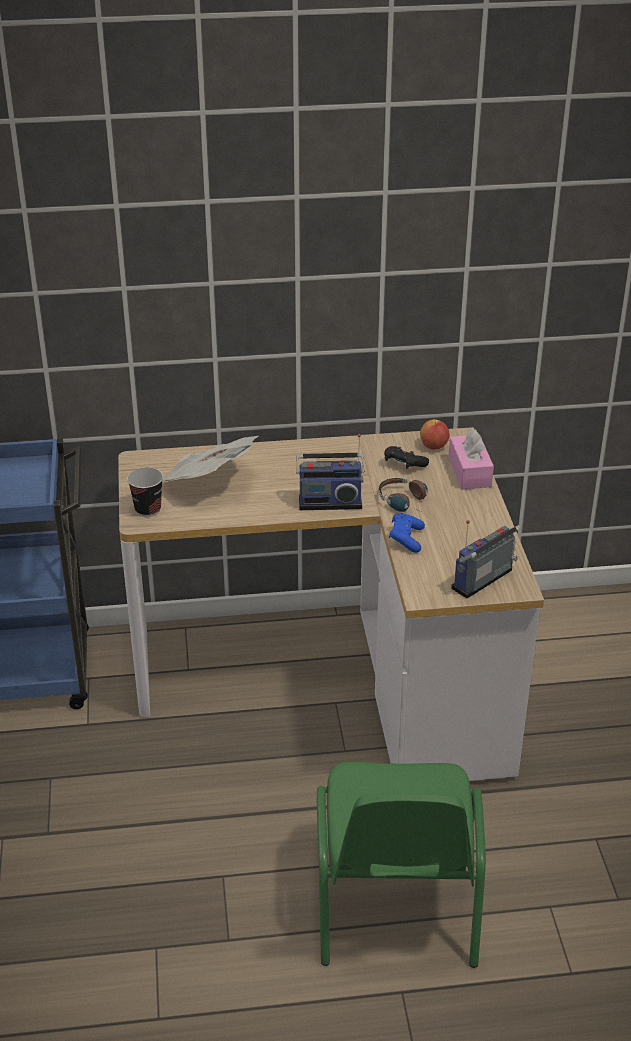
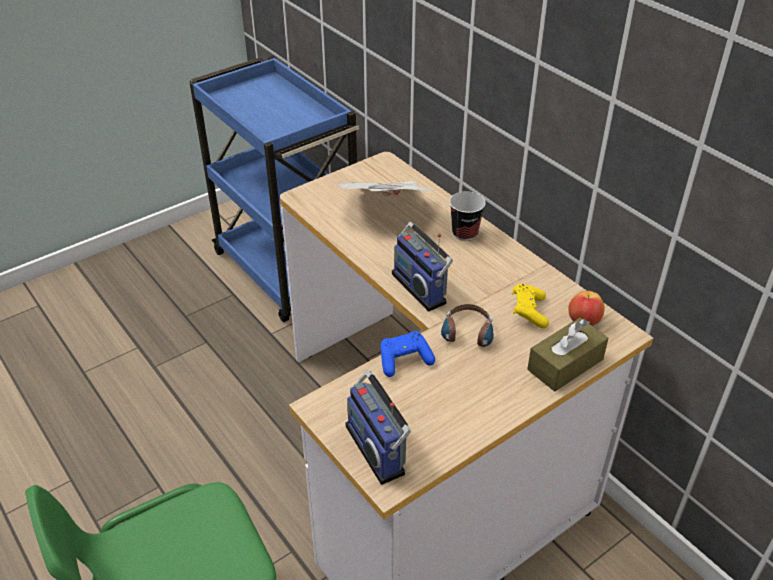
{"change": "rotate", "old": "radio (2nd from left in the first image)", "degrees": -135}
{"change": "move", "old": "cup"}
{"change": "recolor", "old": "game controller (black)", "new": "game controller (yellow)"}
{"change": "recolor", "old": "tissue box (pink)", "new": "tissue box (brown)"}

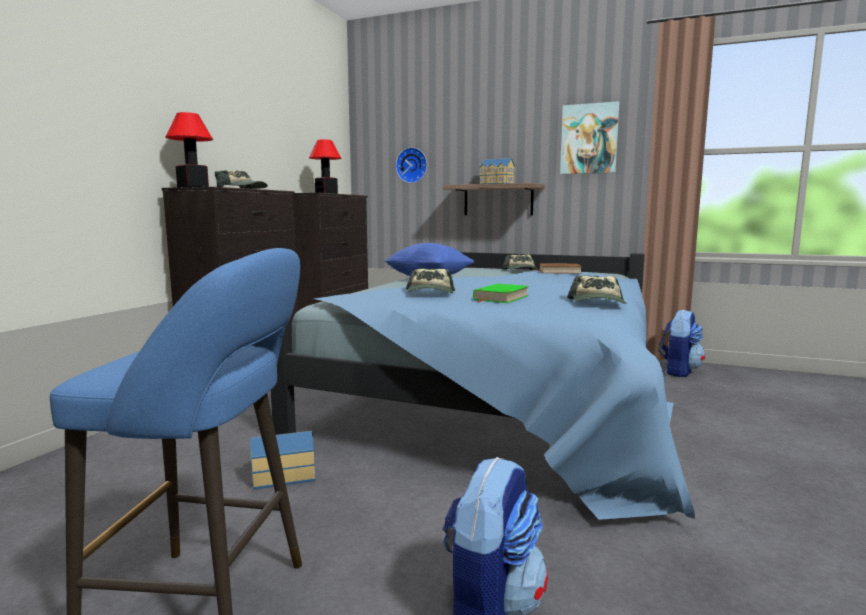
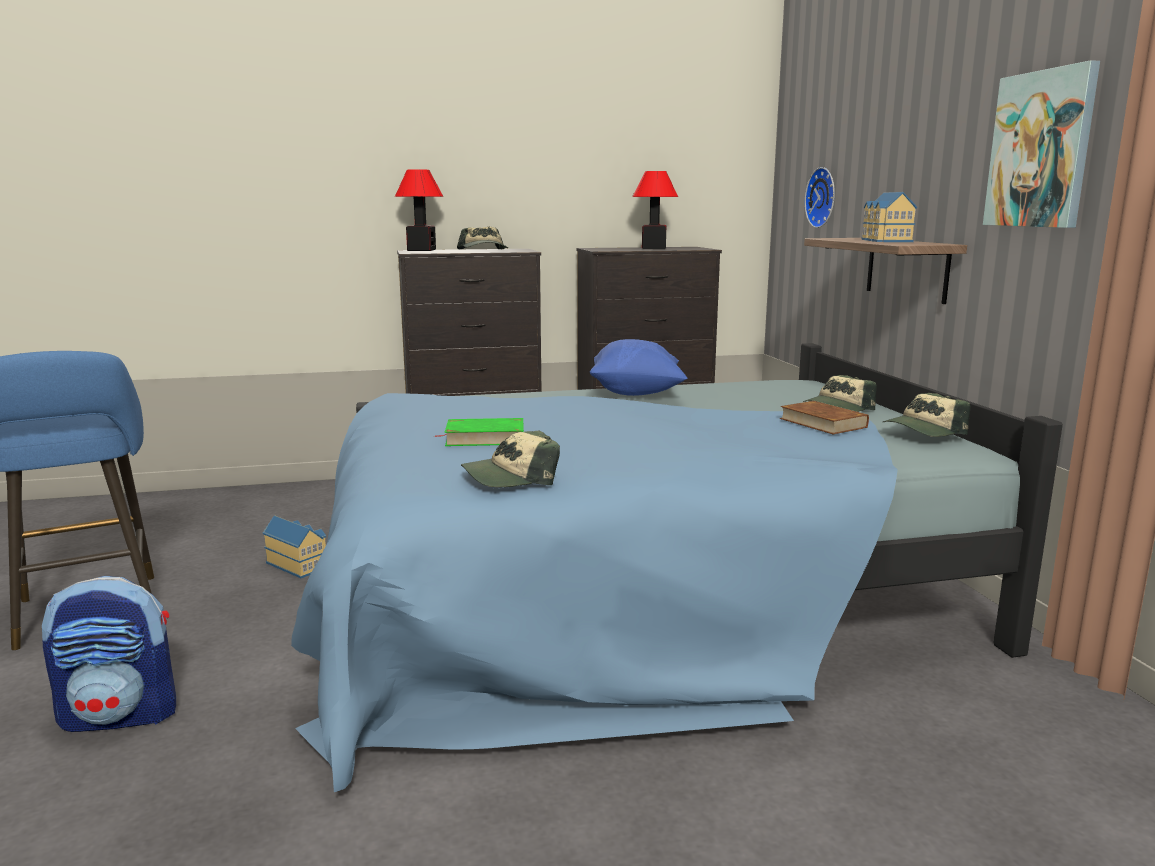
{"change": "move", "old": "cap (2nd from left in the first image)", "new": "cap (4th from left)"}
{"change": "delete", "old": "backpack (2nd from left)"}

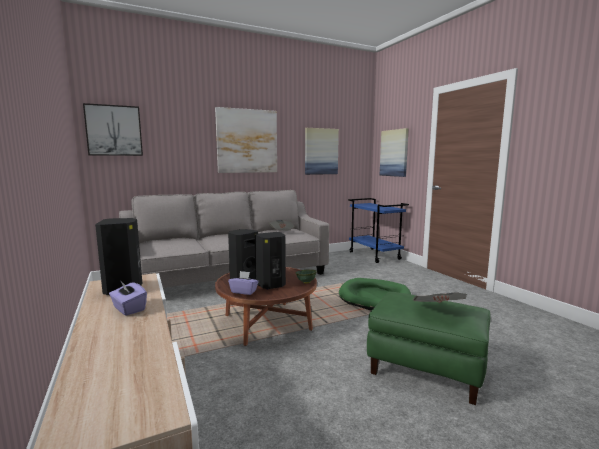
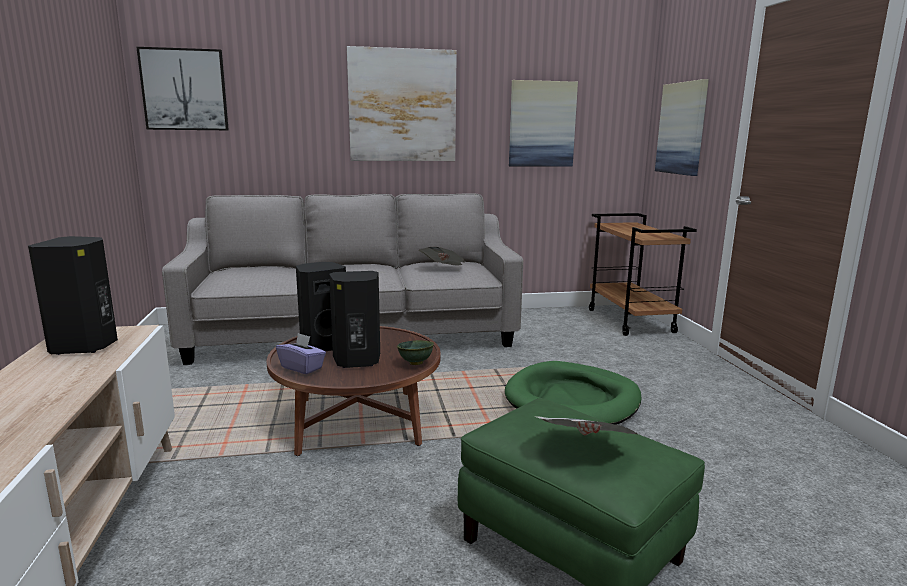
{"change": "recolor", "old": "cart (blue)", "new": "cart (brown)"}
{"change": "delete", "old": "tissue box (purple) (1st from left)"}

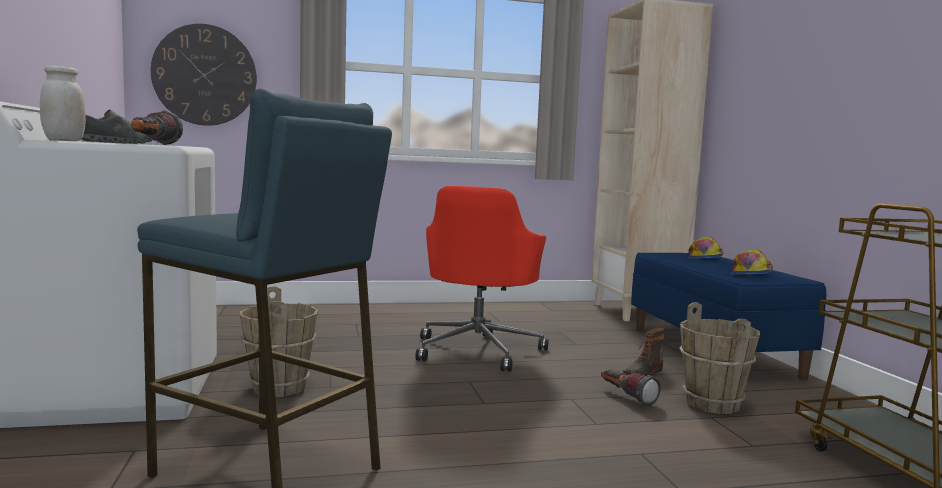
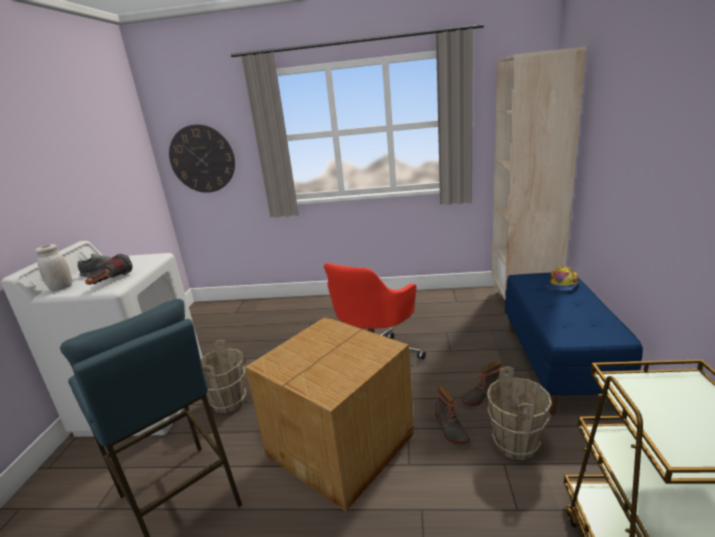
{"change": "insert", "new": "cardboard box"}
{"change": "replace", "old": "flashlight (2nd from left)", "new": "boot (1st from left)"}
{"change": "delete", "old": "cap (2nd from left)"}

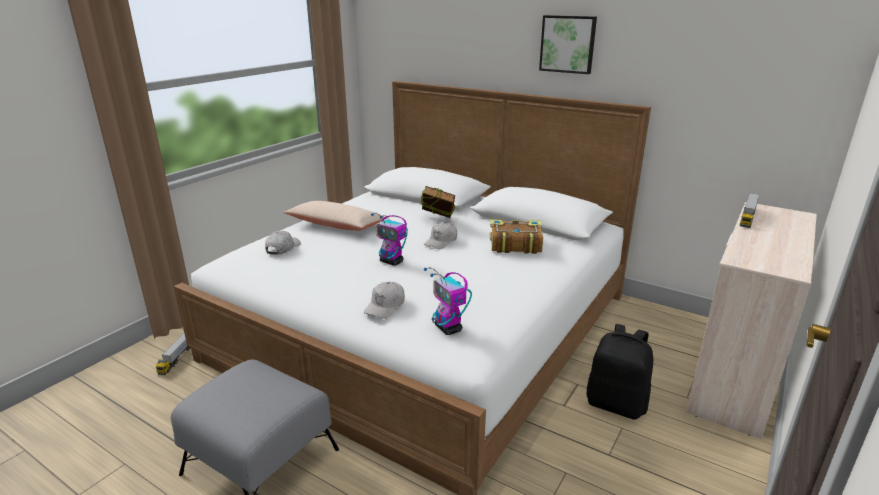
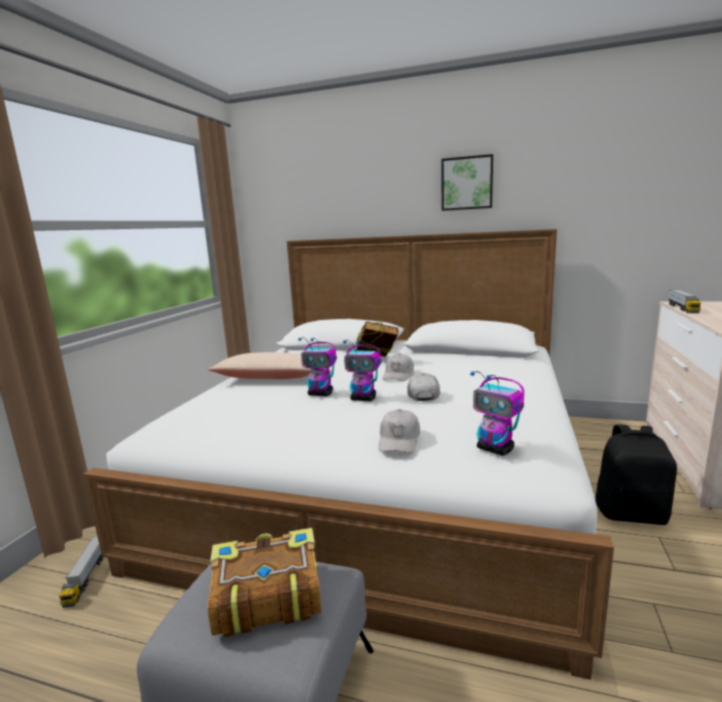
{"change": "move", "old": "book (2nd from left in the first image)", "new": "book (1st from left)"}
{"change": "insert", "new": "toy robot (1st from left)"}
{"change": "move", "old": "cap (white) (1st from left in the first image)", "new": "cap (white) (3rd from left)"}

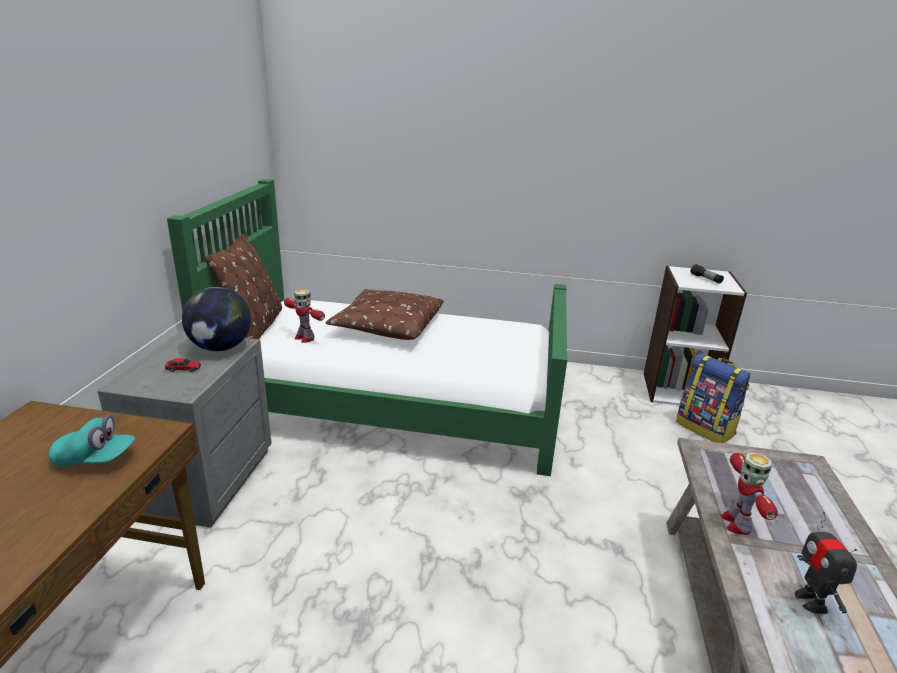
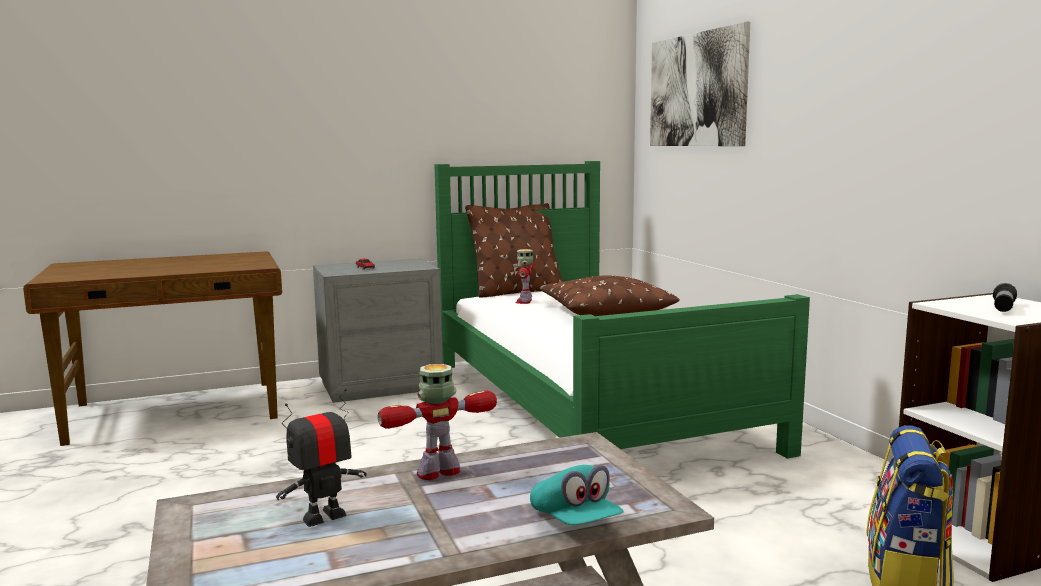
{"change": "move", "old": "cap (turquoise)"}
{"change": "insert", "new": "picture"}
{"change": "delete", "old": "globe"}

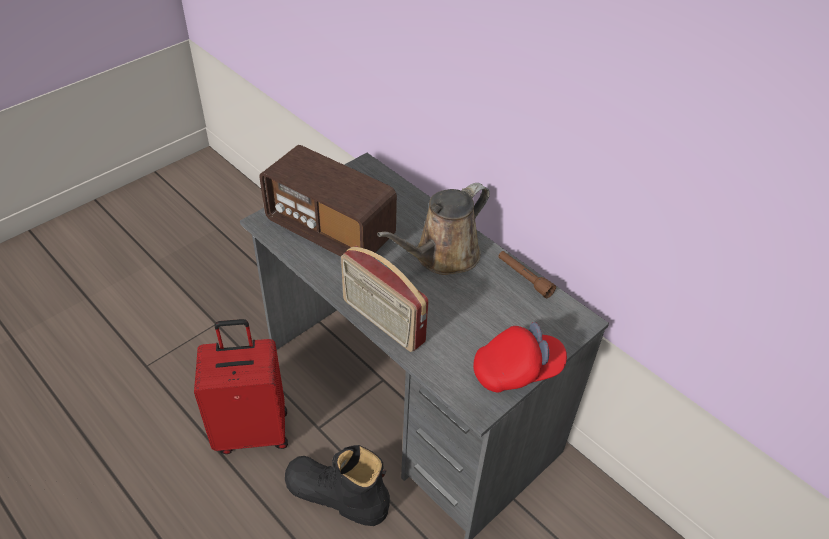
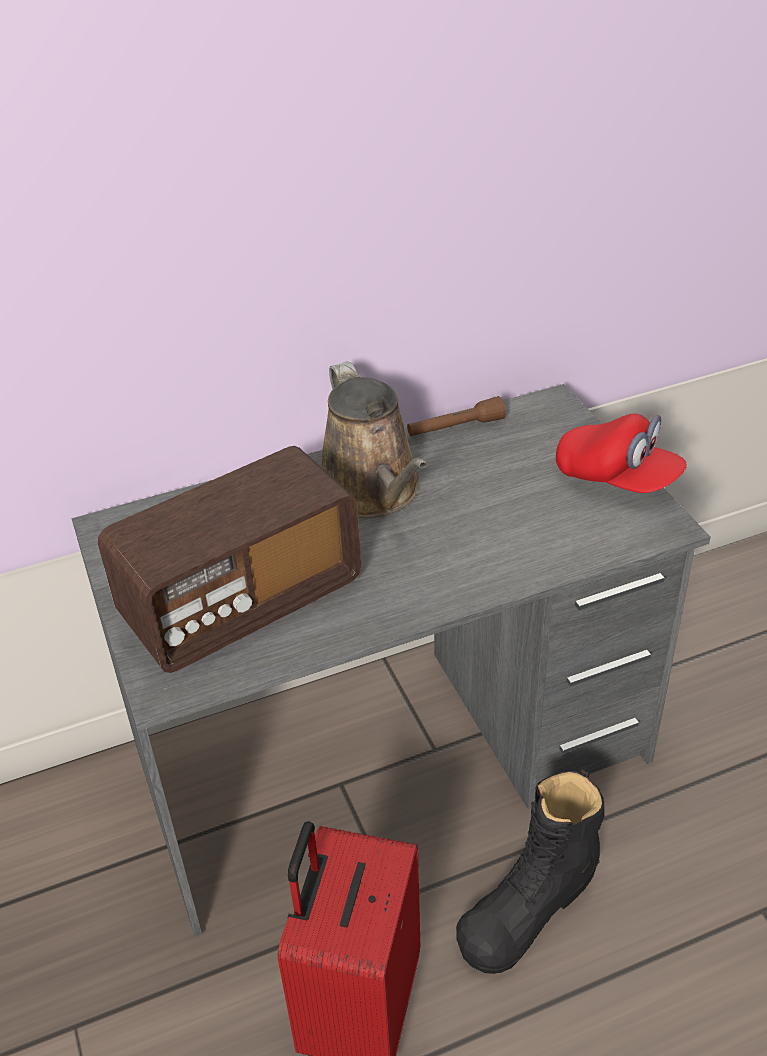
{"change": "rotate", "old": "cap (red)", "degrees": 120}
{"change": "delete", "old": "radio (2nd from left)"}

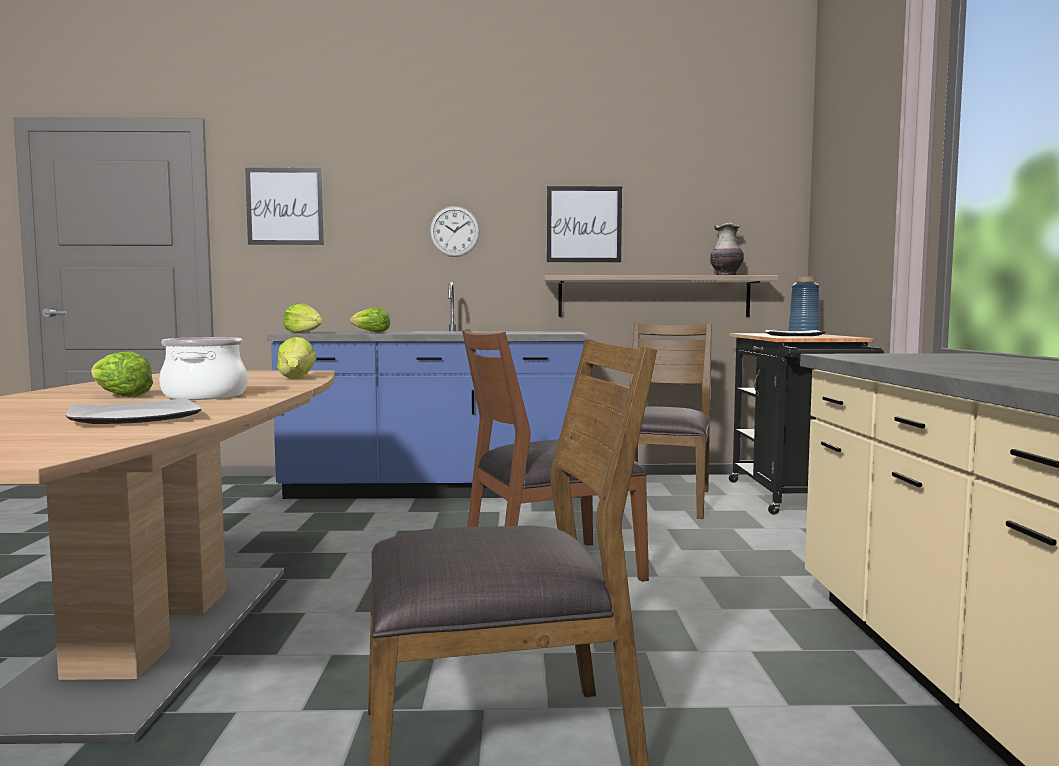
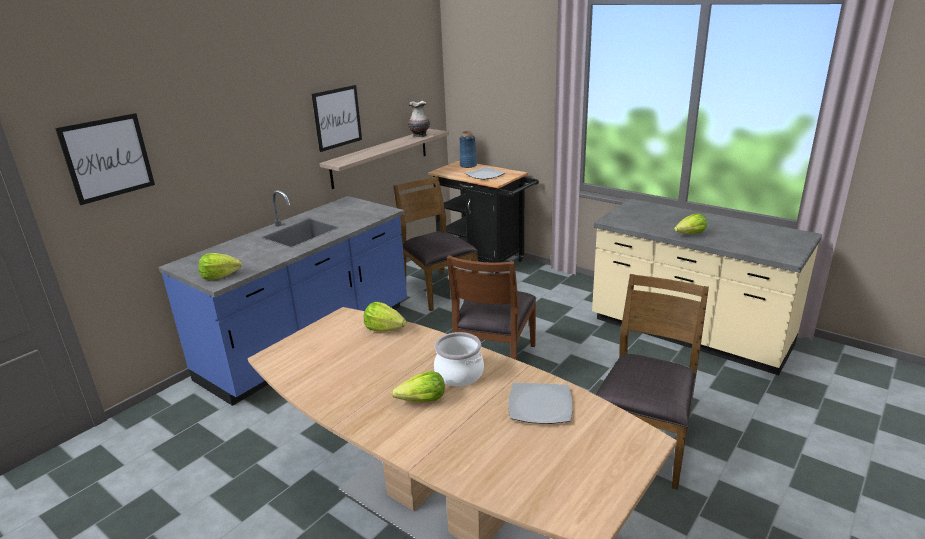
{"change": "move", "old": "lettuce (4th from left)"}
{"change": "delete", "old": "wall clock"}

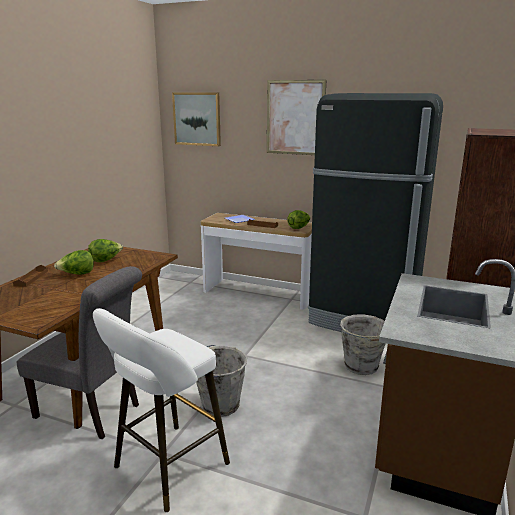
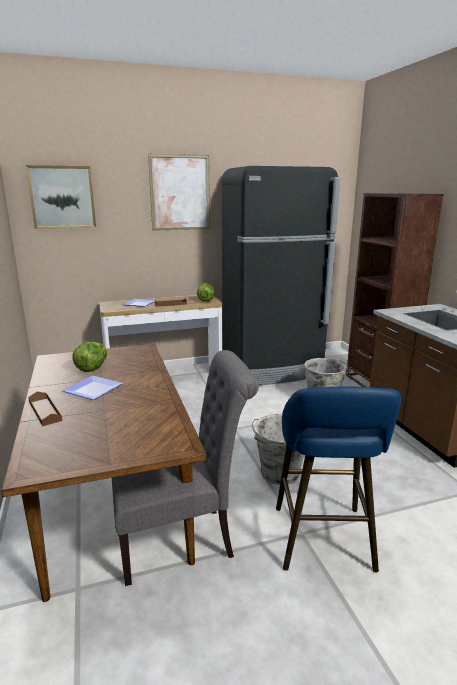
{"change": "replace", "old": "lettuce (1st from left)", "new": "plate (1st from left)"}
{"change": "recolor", "old": "stool (white)", "new": "stool (blue)"}

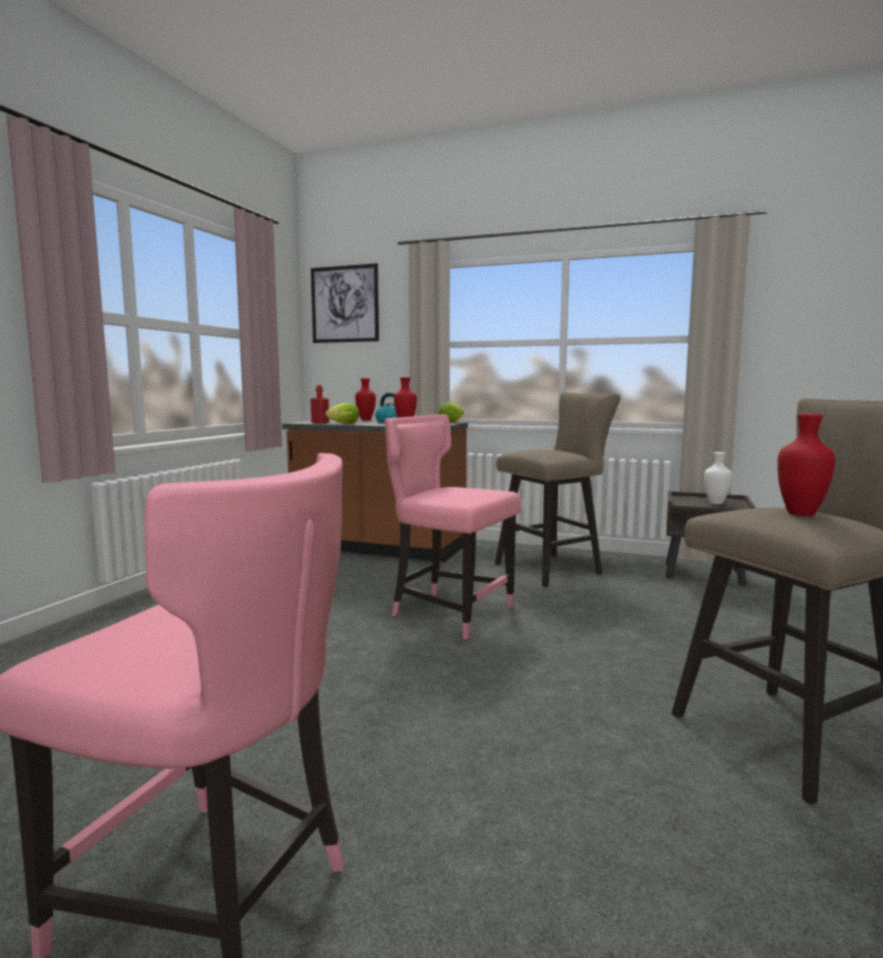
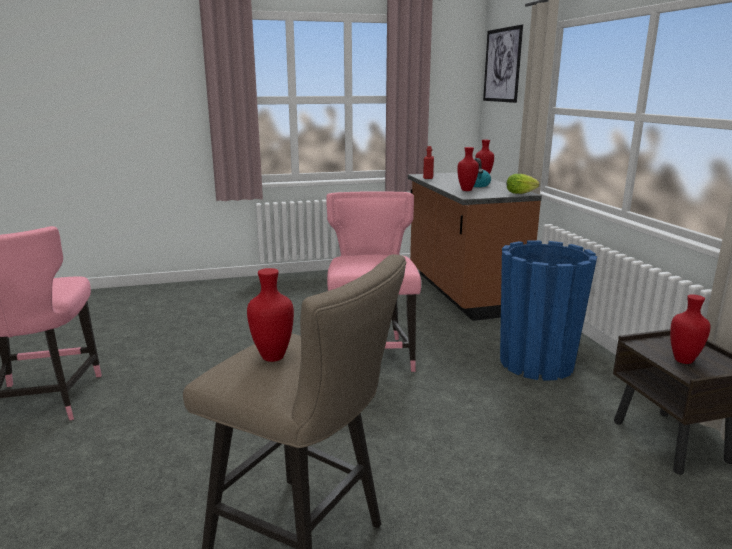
{"change": "replace", "old": "stool (beige) (1st from left)", "new": "planter (blue)"}
{"change": "recolor", "old": "vase (white)", "new": "vase (red) (4th from left)"}
{"change": "delete", "old": "lettuce (1st from left)"}

